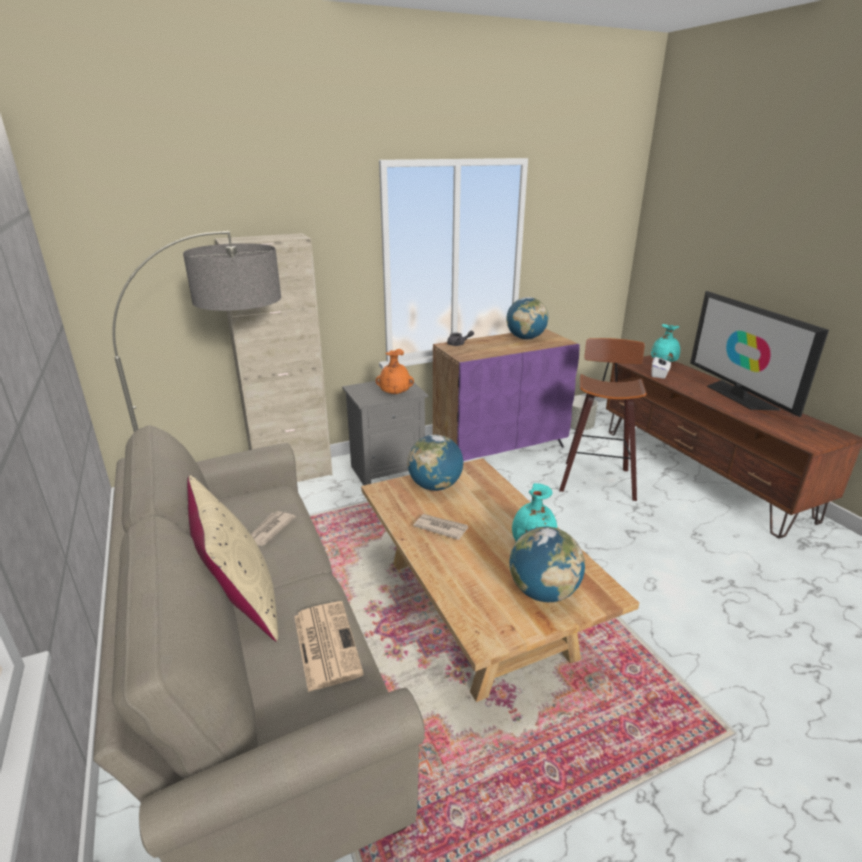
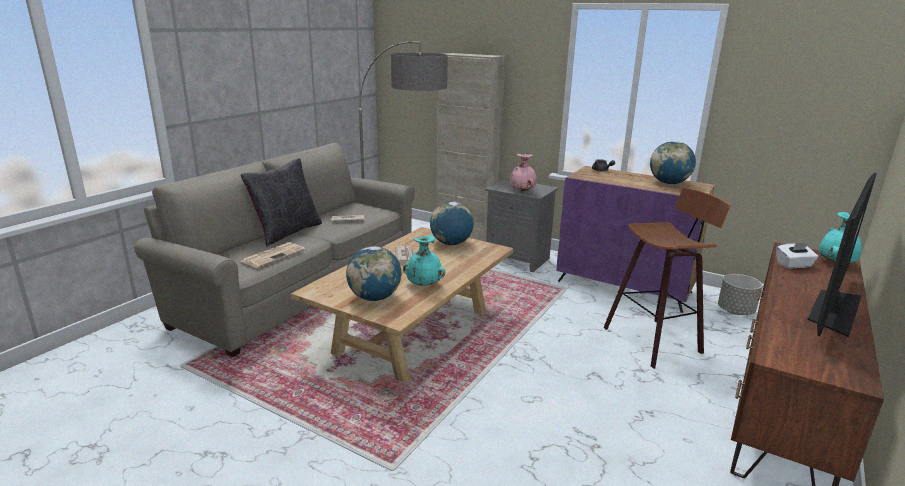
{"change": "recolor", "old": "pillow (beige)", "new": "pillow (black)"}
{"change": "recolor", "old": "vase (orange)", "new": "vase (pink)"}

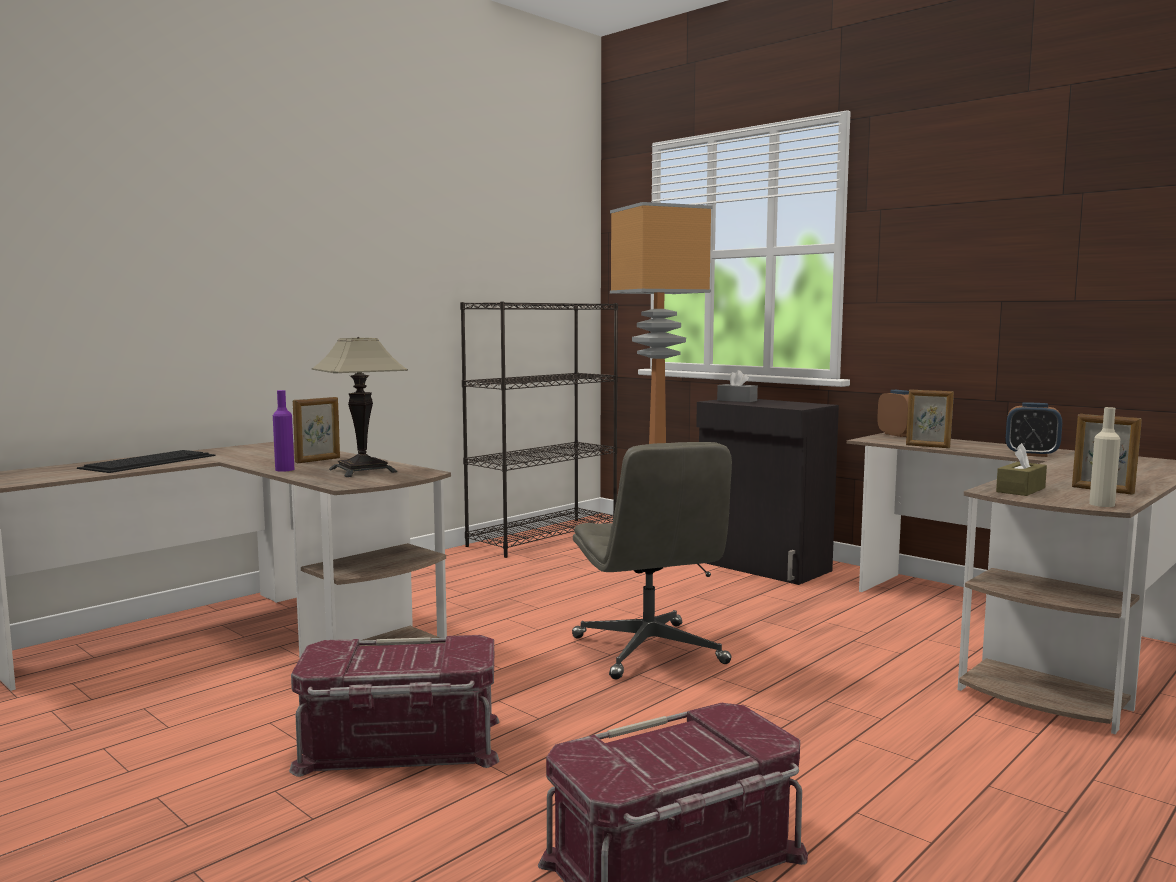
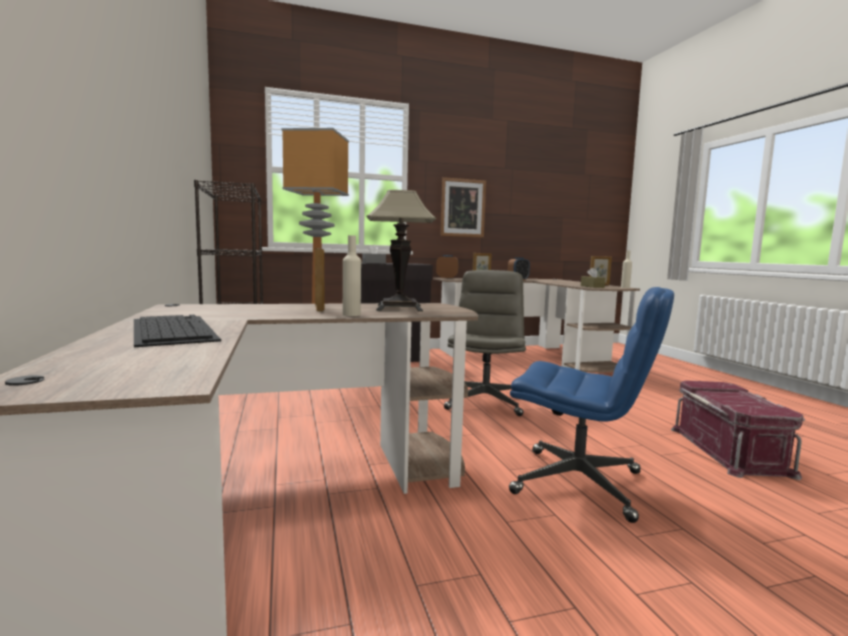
{"change": "recolor", "old": "bottle (purple)", "new": "bottle (beige) (1st from left)"}
{"change": "insert", "new": "picture"}
{"change": "rotate", "old": "office chair (grey)", "degrees": -90}
{"change": "replace", "old": "storage box (red) (1st from left)", "new": "office chair (blue)"}

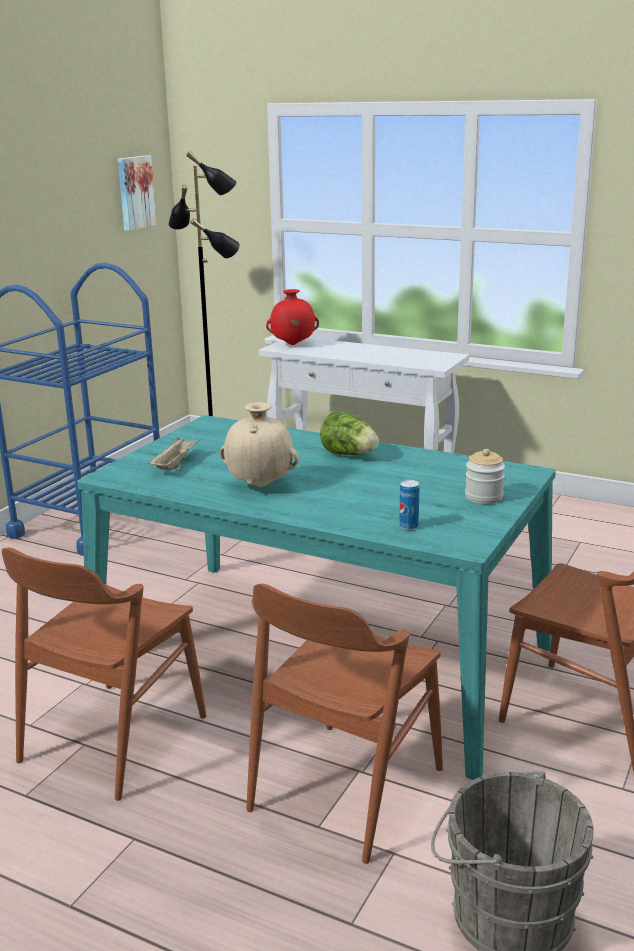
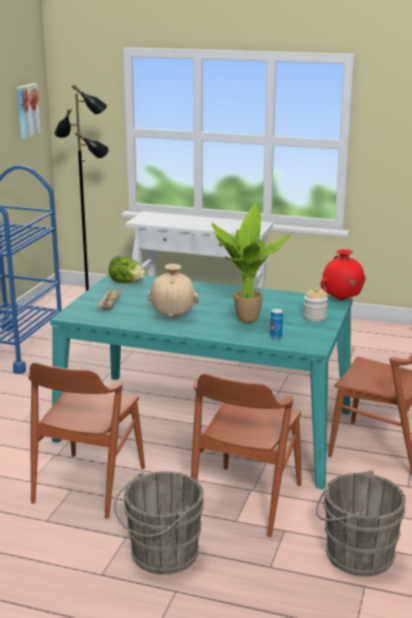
{"change": "move", "old": "lettuce"}
{"change": "insert", "new": "bucket (grey) (1st from left)"}
{"change": "insert", "new": "potted plant"}
{"change": "move", "old": "vase (red)"}

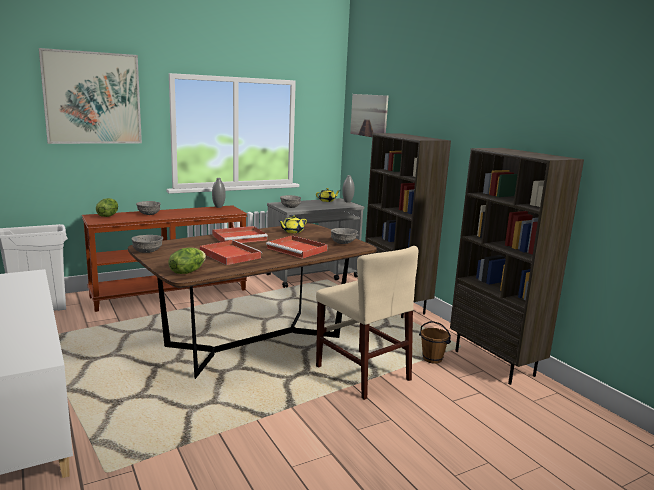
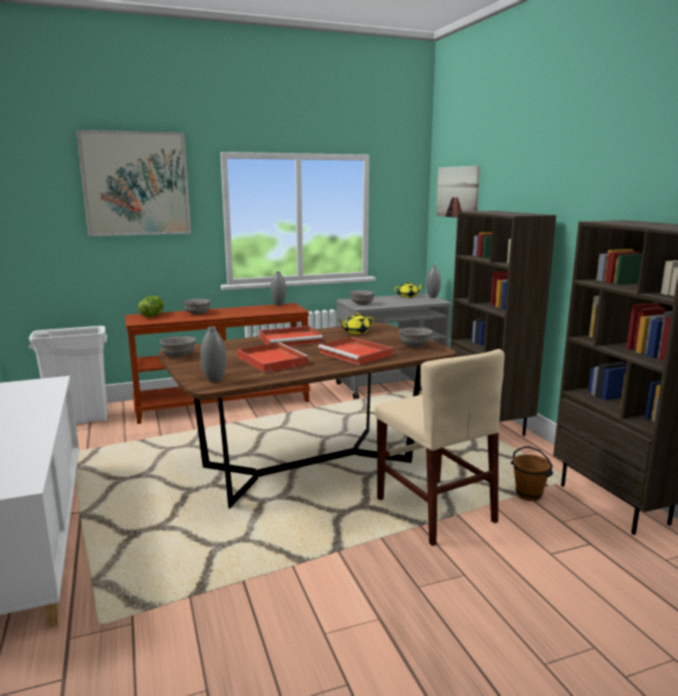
{"change": "replace", "old": "lettuce (2nd from left)", "new": "vase (grey) (1st from left)"}

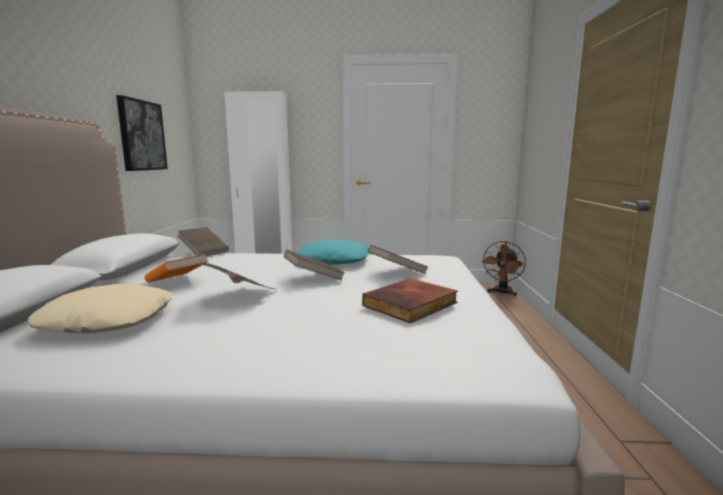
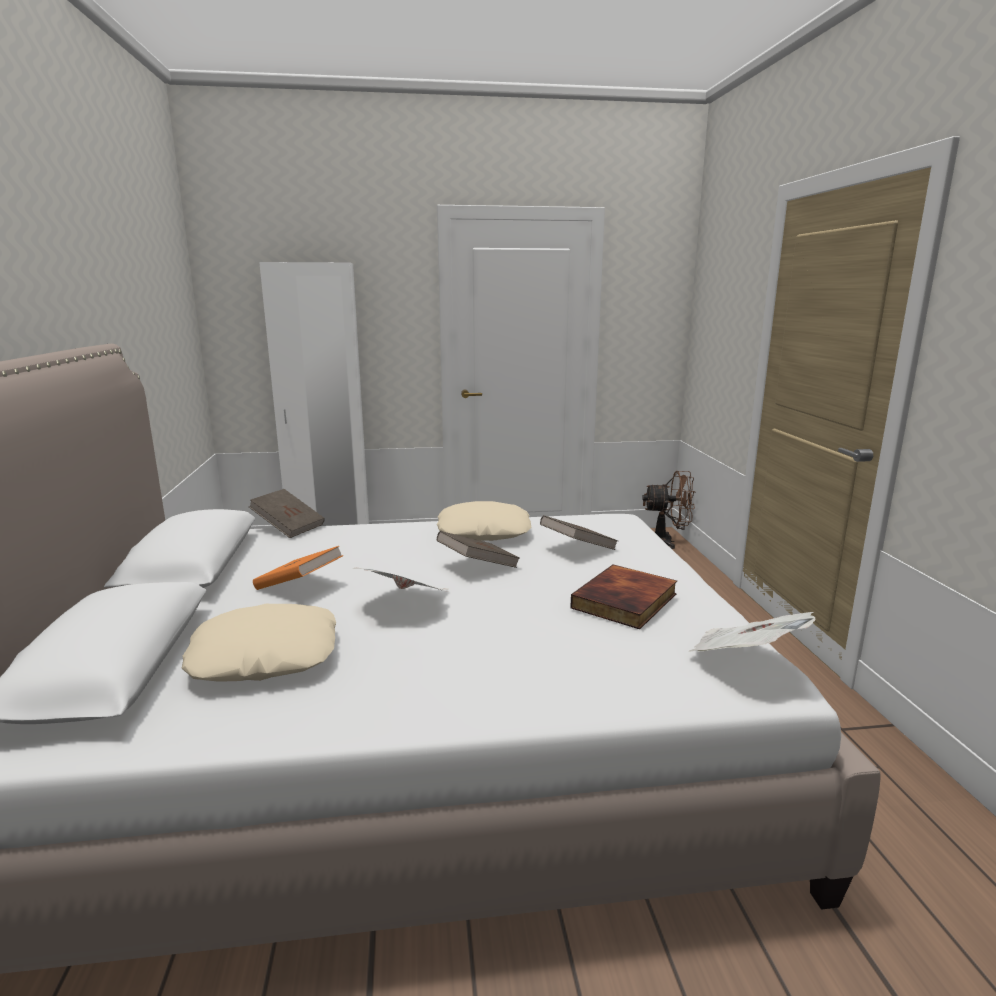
{"change": "recolor", "old": "pillow (turquoise)", "new": "pillow (beige) (2nd from left)"}
{"change": "rotate", "old": "fan (brown)", "degrees": -105}
{"change": "insert", "new": "newspaper (2nd from left)"}
{"change": "delete", "old": "picture"}

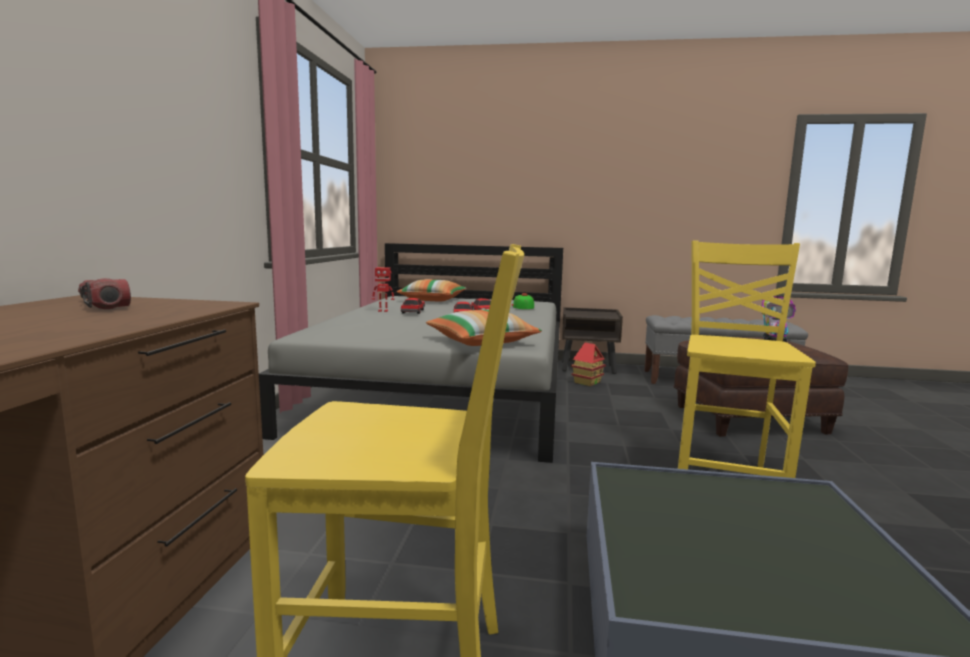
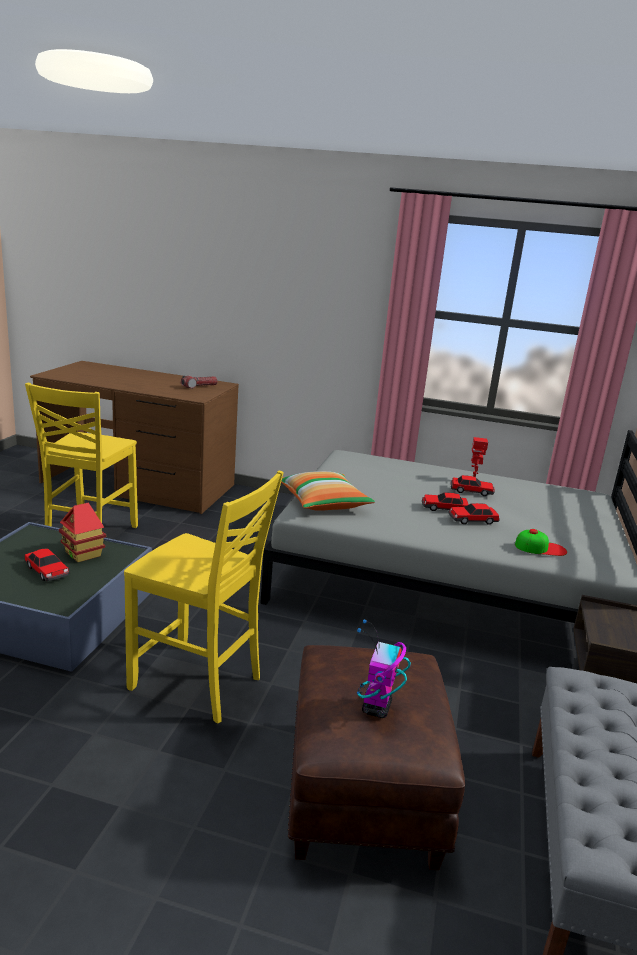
{"change": "insert", "new": "toy car (1st from left)"}
{"change": "move", "old": "toy house"}
{"change": "delete", "old": "pillow (1st from left)"}

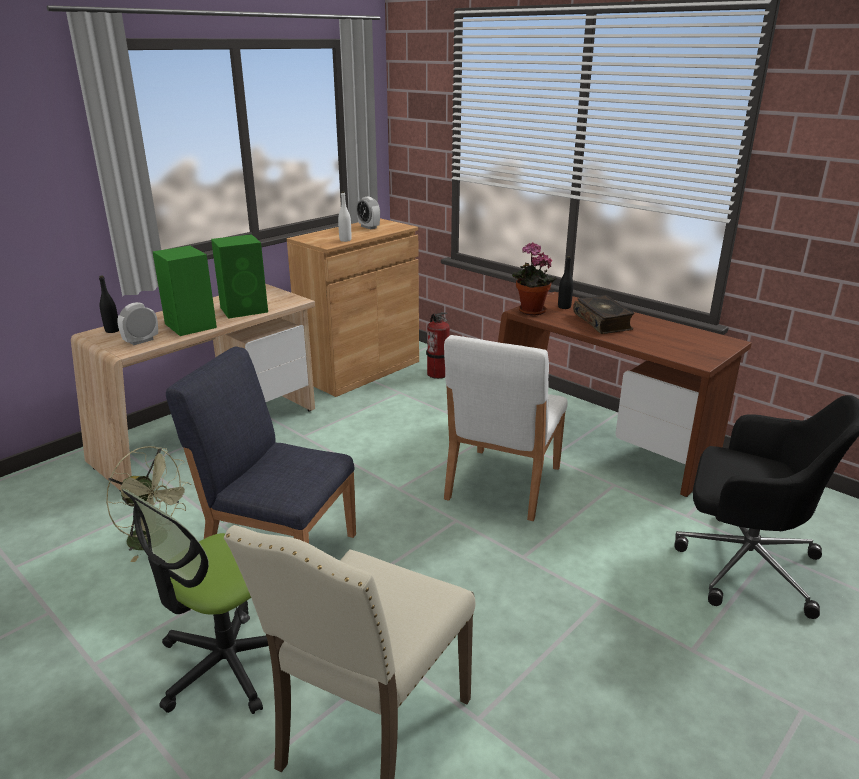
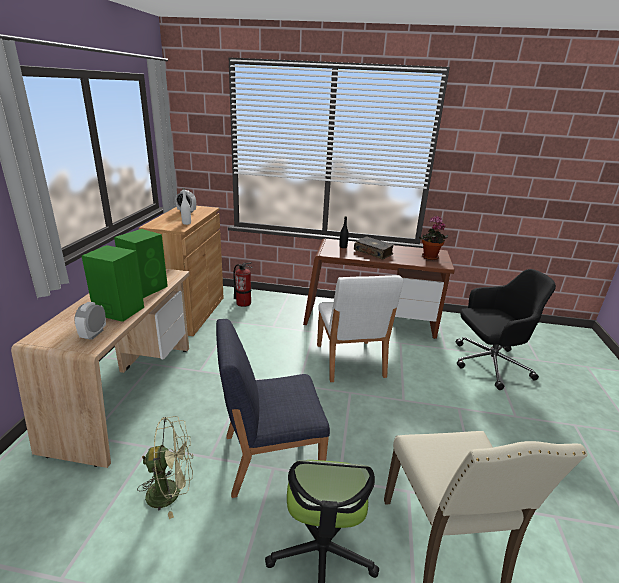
{"change": "move", "old": "potted plant"}
{"change": "delete", "old": "bottle (black) (1st from left)"}

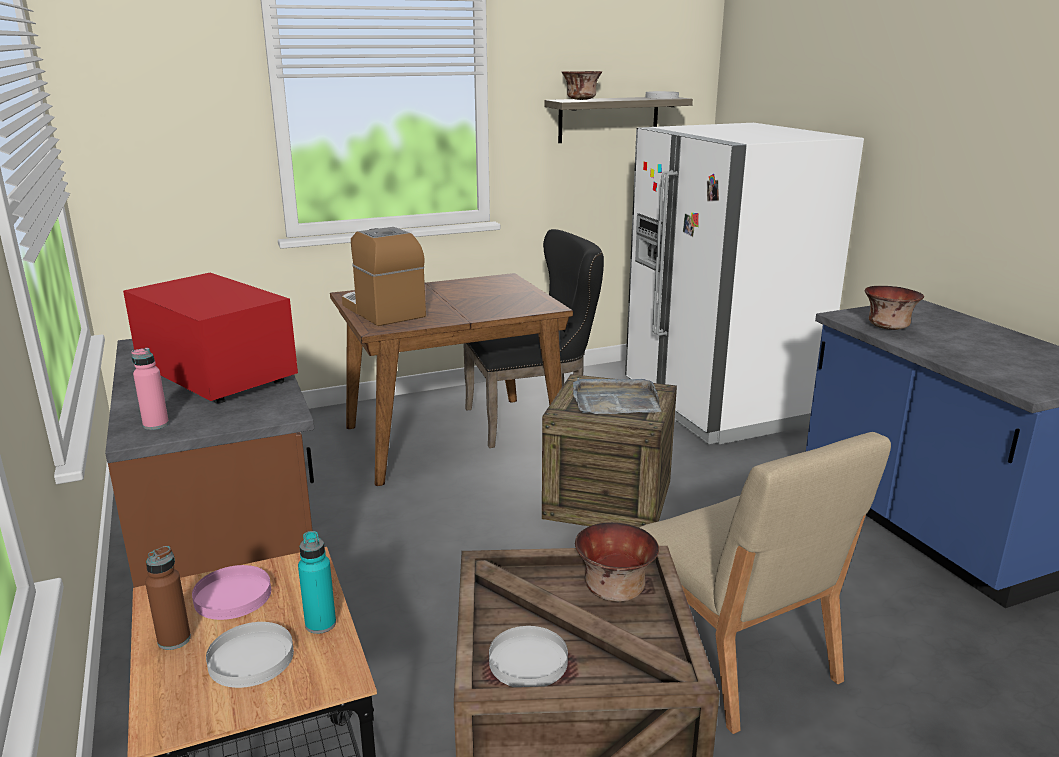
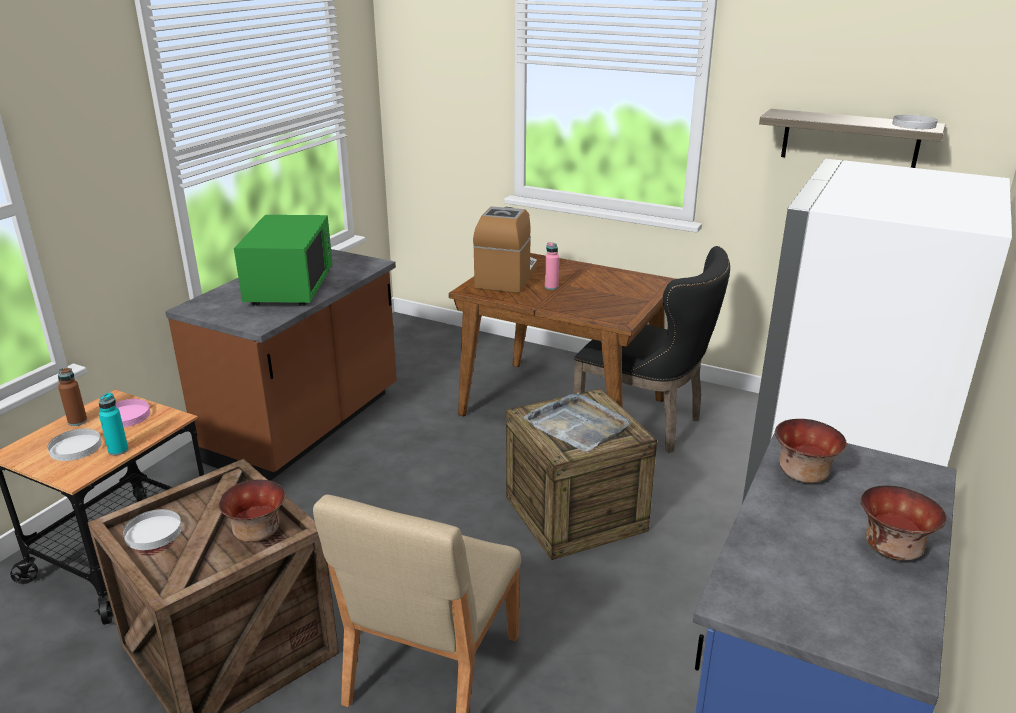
{"change": "recolor", "old": "microwave (red)", "new": "microwave (green)"}
{"change": "move", "old": "bottle (pink)"}
{"change": "move", "old": "bowl (1st from left in the first image)", "new": "bowl (3rd from left)"}

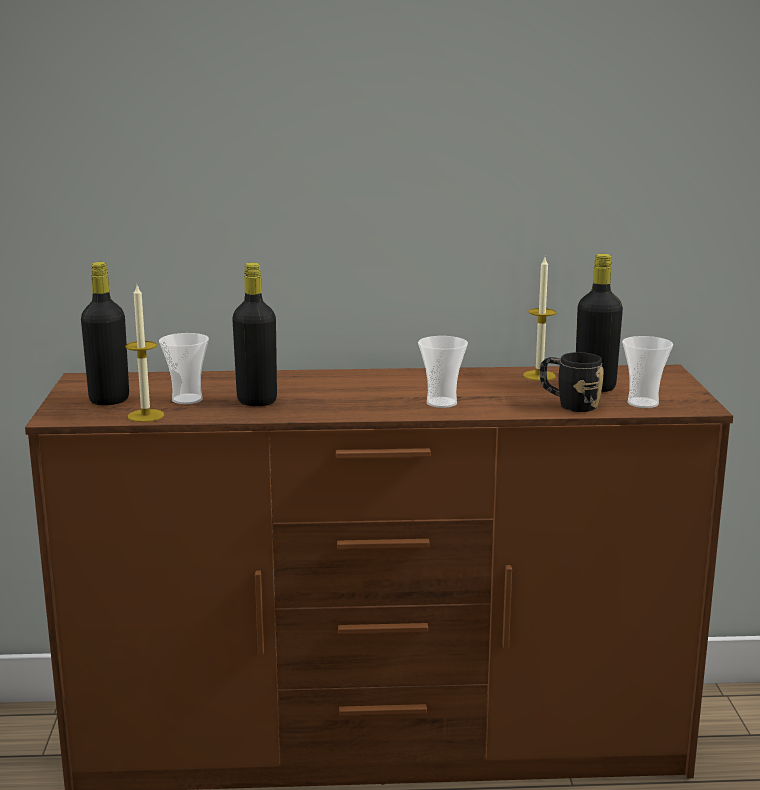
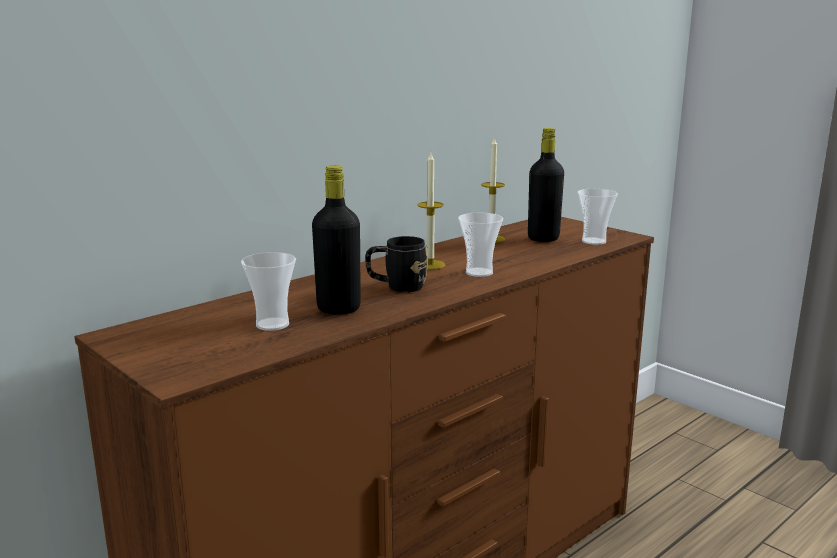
{"change": "move", "old": "mug (black)"}
{"change": "move", "old": "candle (1st from left)"}
{"change": "delete", "old": "bottle (black) (1st from left)"}

